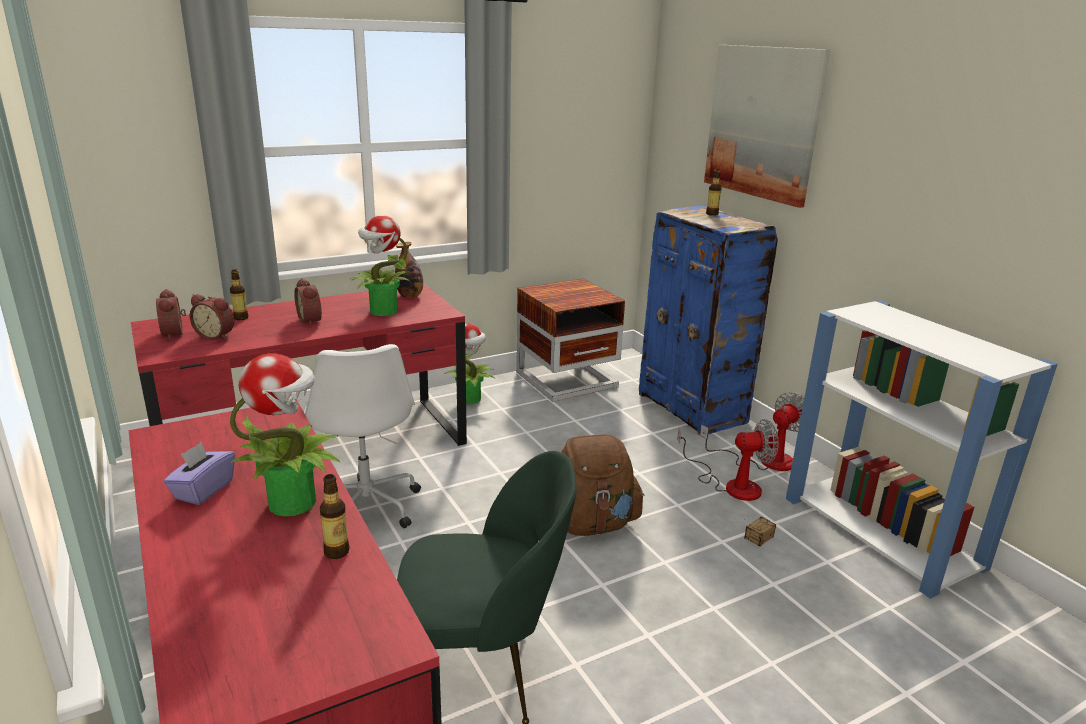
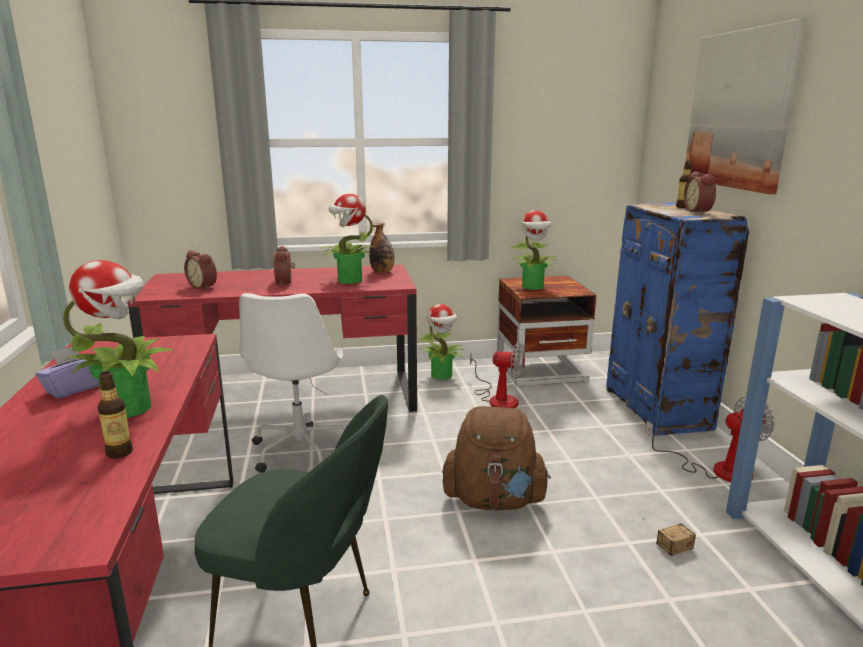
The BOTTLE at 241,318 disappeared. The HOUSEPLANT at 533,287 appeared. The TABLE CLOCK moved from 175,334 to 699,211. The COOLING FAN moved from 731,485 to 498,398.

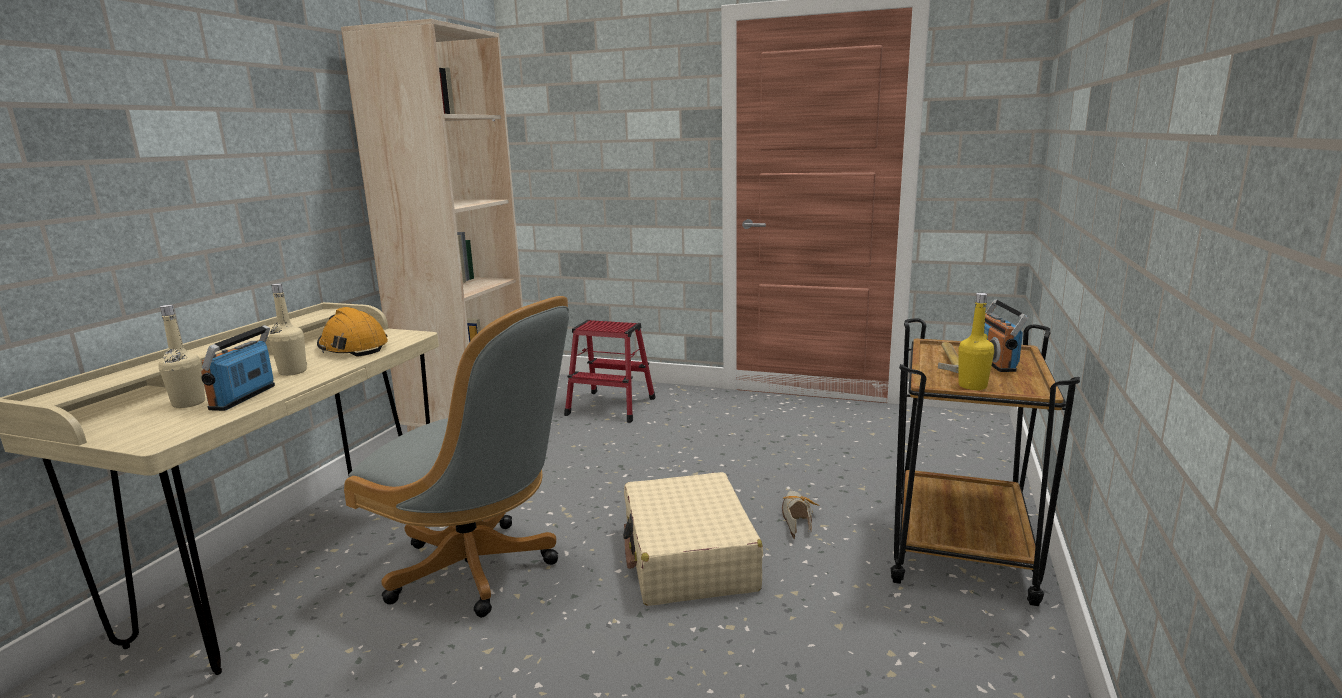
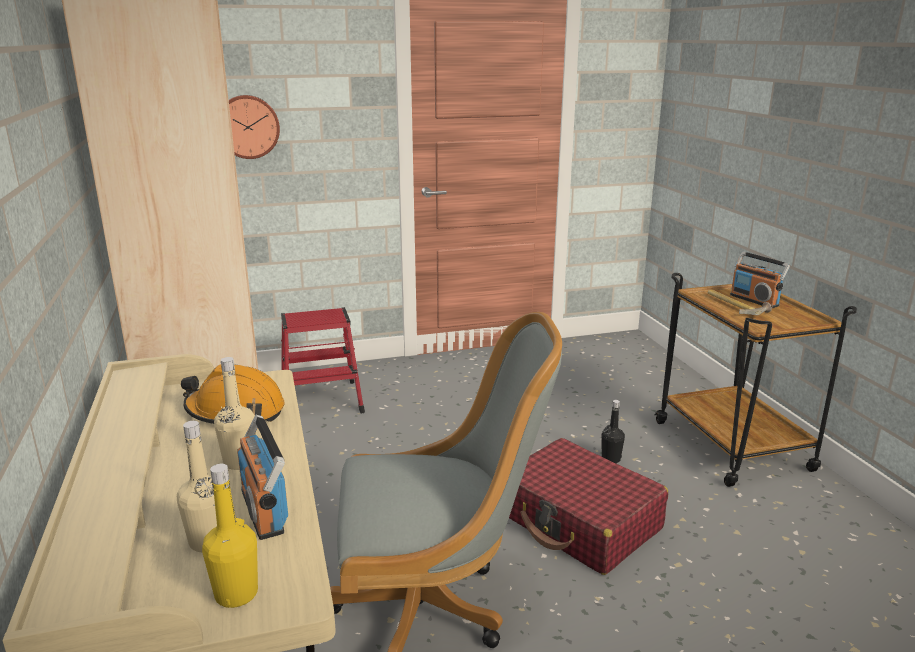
The HANGING CLOCK at 247,126 appeared. The YELLOW BOTTLE moved from 972,386 to 236,594. The SHOE at 797,518 was replaced by the BLACKISH BOTTLE at 611,459. The BEIGE SUITCASE at 688,557 became the RED SUITCASE at 579,521.

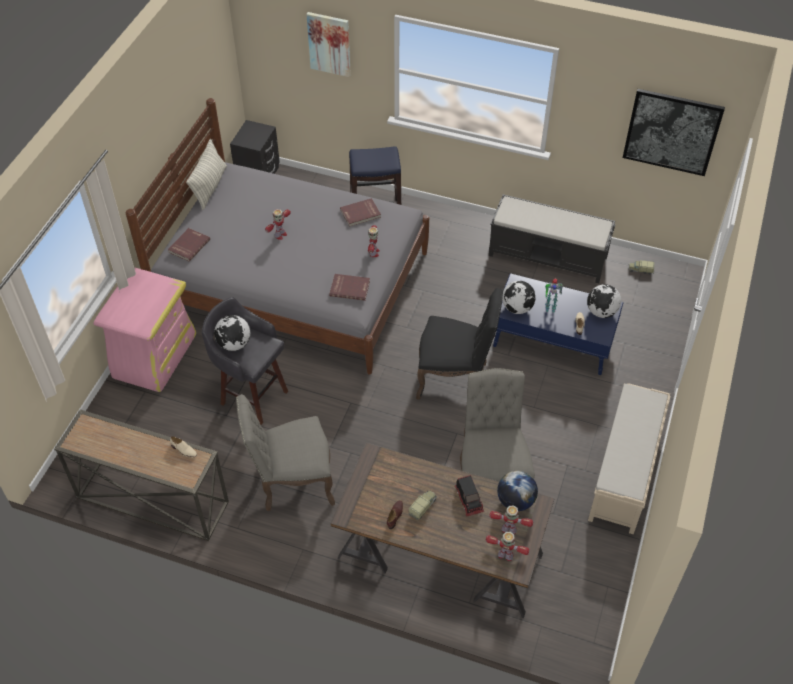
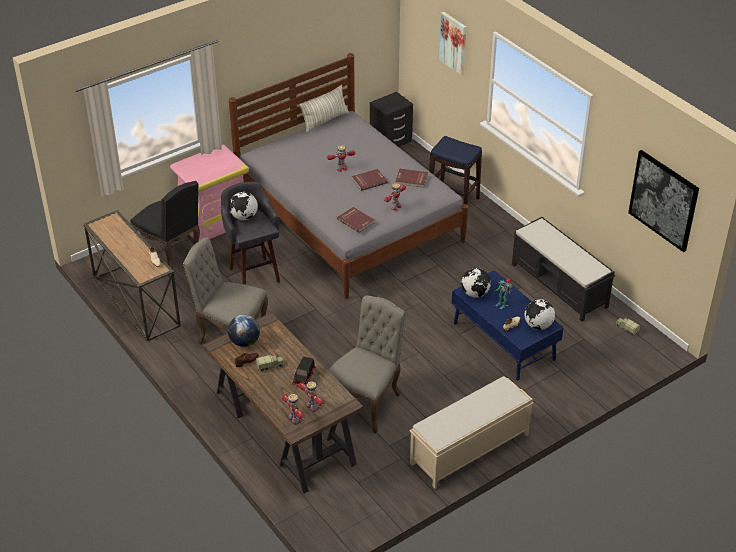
The RED BOOK moved from 188,245 to 369,180. The BLACKISH PLAIN CHAIR moved from 454,378 to 171,254. The GLOBE moved from 515,501 to 244,342.

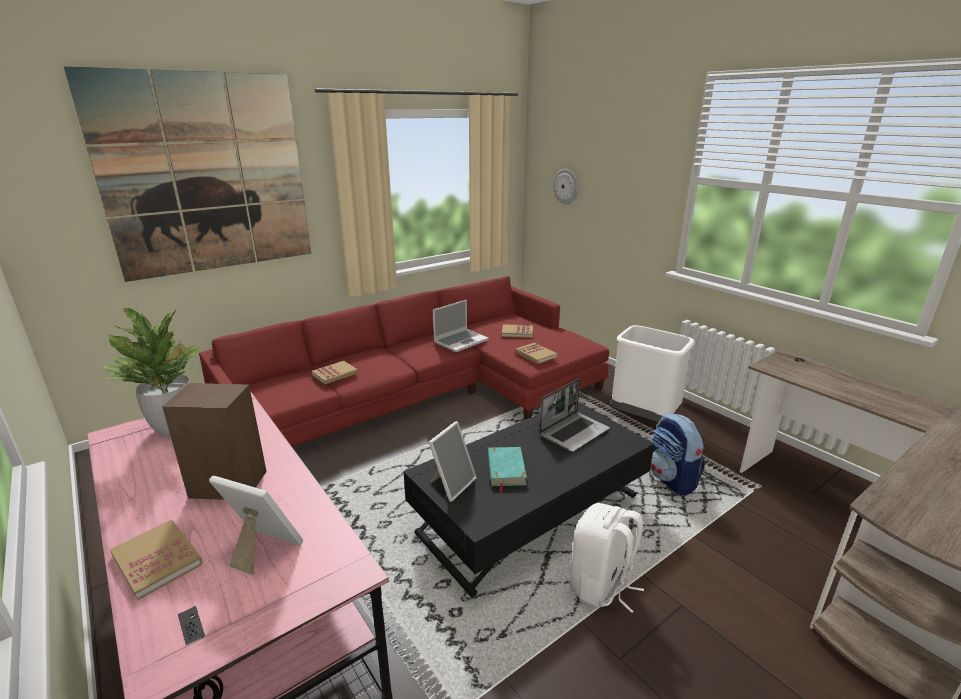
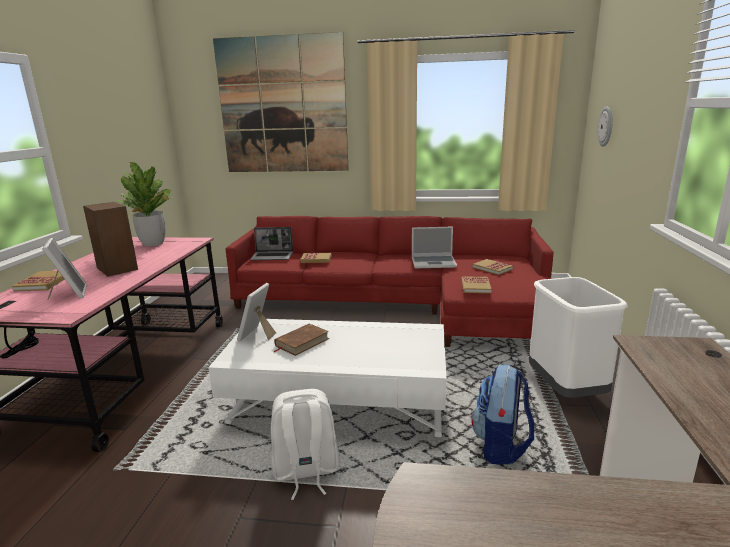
The LAPTOP moved from 574,432 to 273,256. The BLACKISH LOW TABLE at 531,514 became the WHITISH LOW TABLE at 339,404. The TURQUOISE BOOK at 505,469 became the BROWN-COLOURED BOOK at 302,342. The PHOTO FRAME at 451,484 turned 120 degrees clockwise.

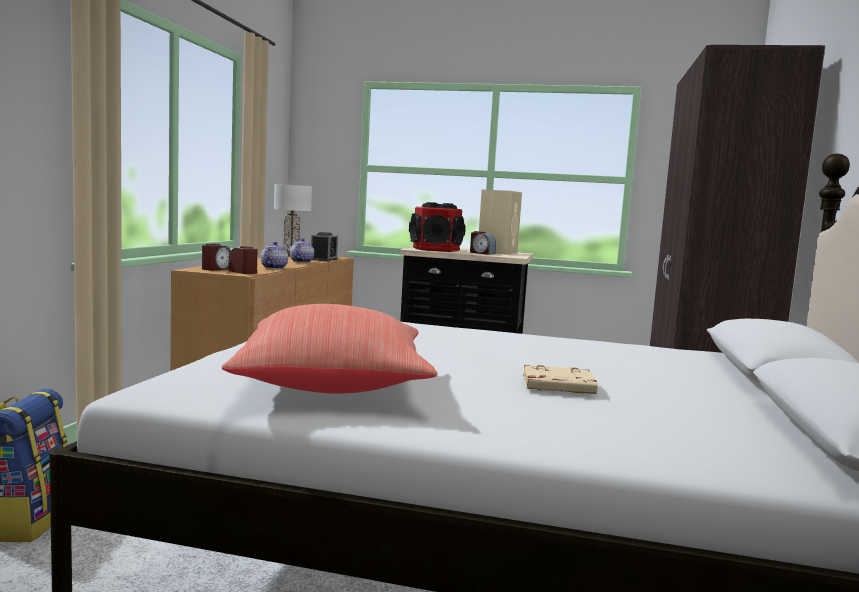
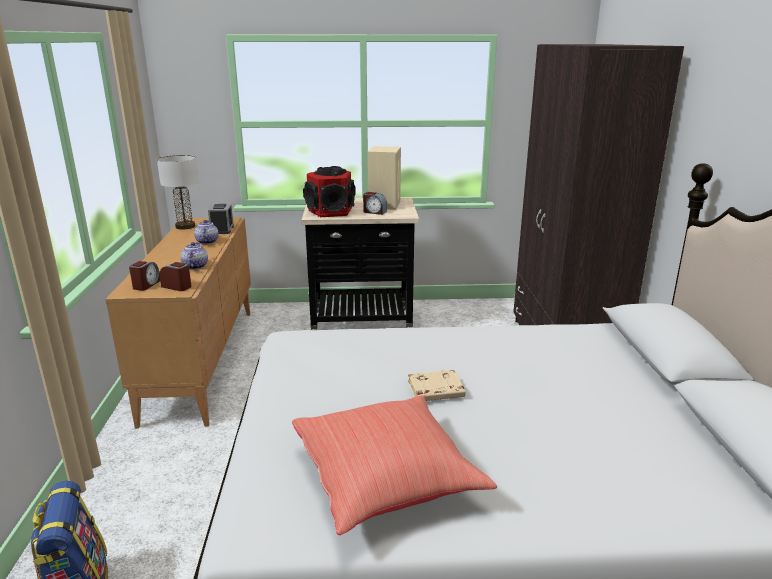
The BEIGE BOOK moved from 557,386 to 435,391.

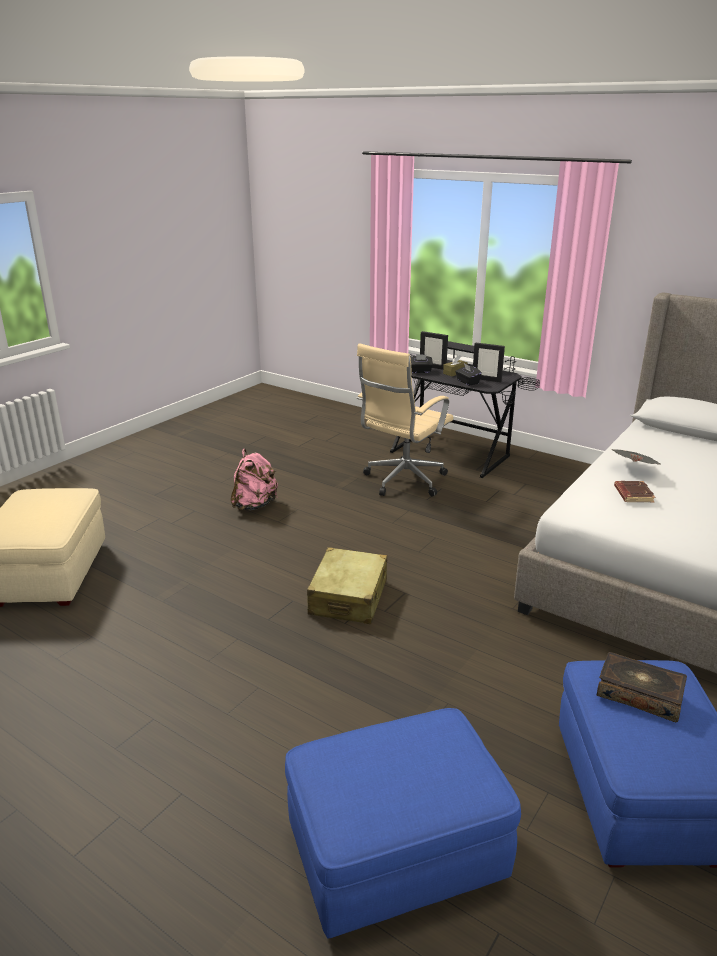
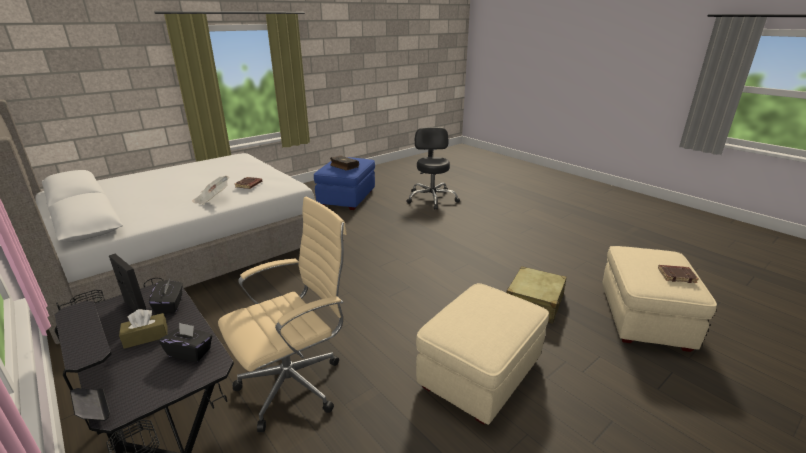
The PHOTO FRAME at 433,367 disappeared. The BROWN-COLOURED BOOK at 676,275 appeared. The BEIGE SUITCASE moved from 349,597 to 534,303. The PINK BACKPACK at 254,505 was replaced by the BEIGE OTTOMAN at 479,373. The BLUISH OTTOMAN at 394,855 was replaced by the BLACKISH COMPUTER CHAIR at 431,198.

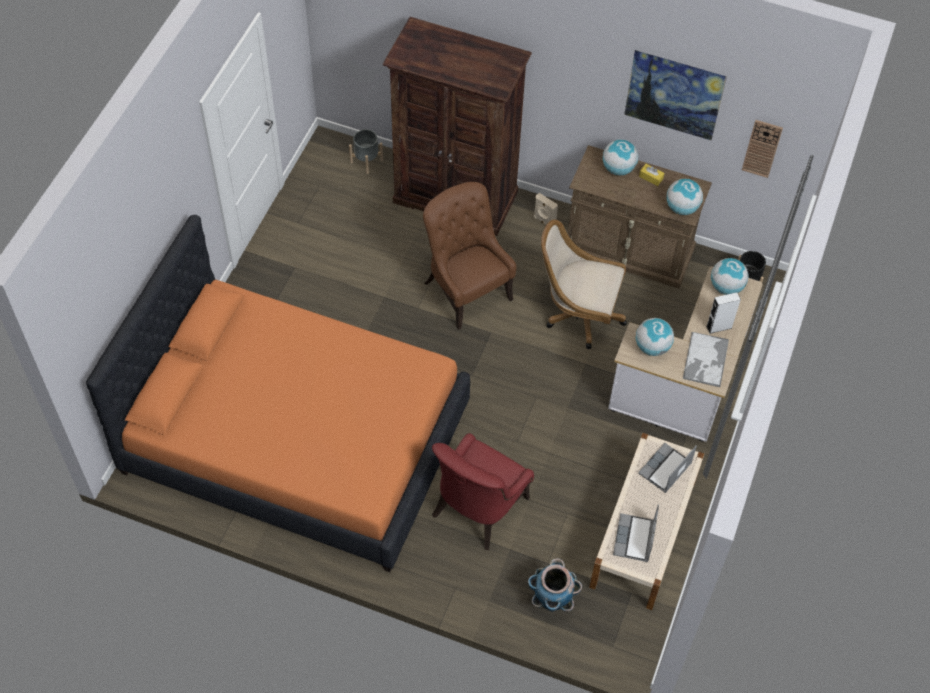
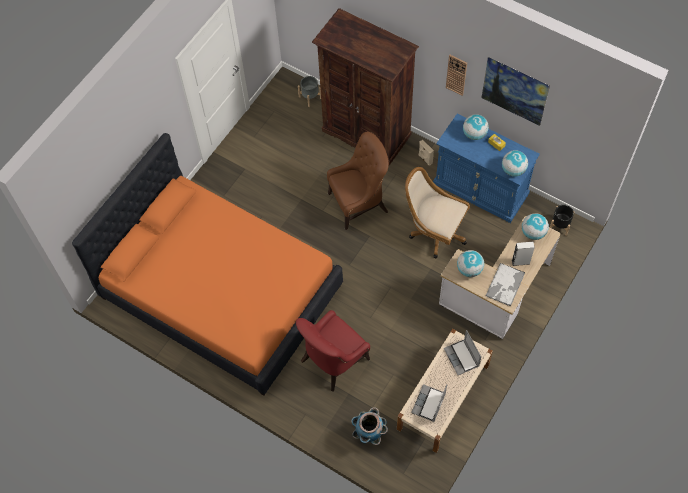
The HANGING CLOCK moved from 762,148 to 456,75. The BROWN-COLOURED CHEST OF DRAWERS at 628,248 became the BLUISH CHEST OF DRAWERS at 480,188. The BROWN-COLOURED PLAIN CHAIR at 466,290 turned 90 degrees clockwise. The LAPTOP at 665,469 turned 75 degrees counterclockwise.

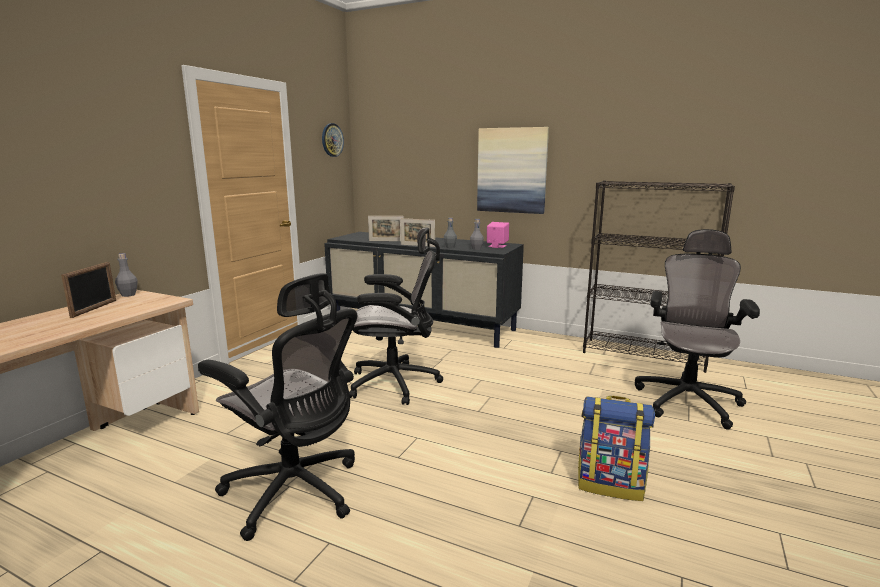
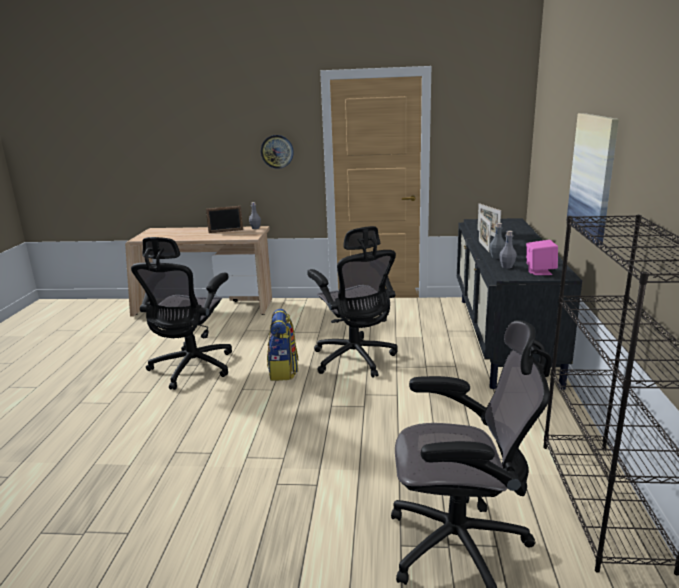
The HANGING CLOCK moved from 332,140 to 277,151. The BACKPACK moved from 610,484 to 283,371.

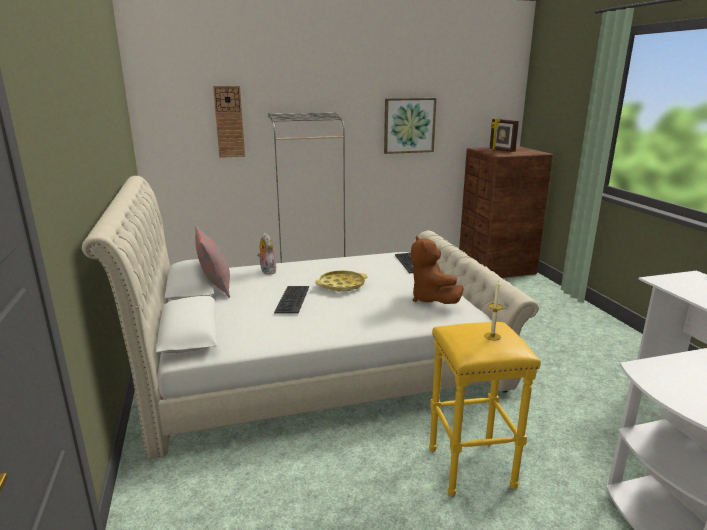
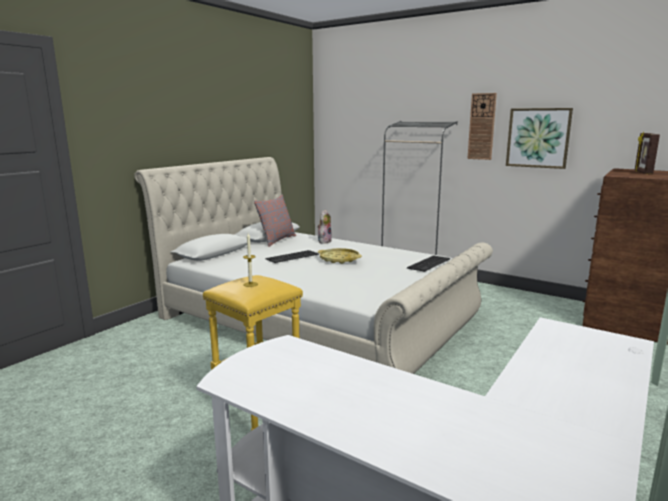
The BROWN-COLOURED PLUSH TOY at 432,299 disappeared. The HANGING CLOCK moved from 229,122 to 481,126.

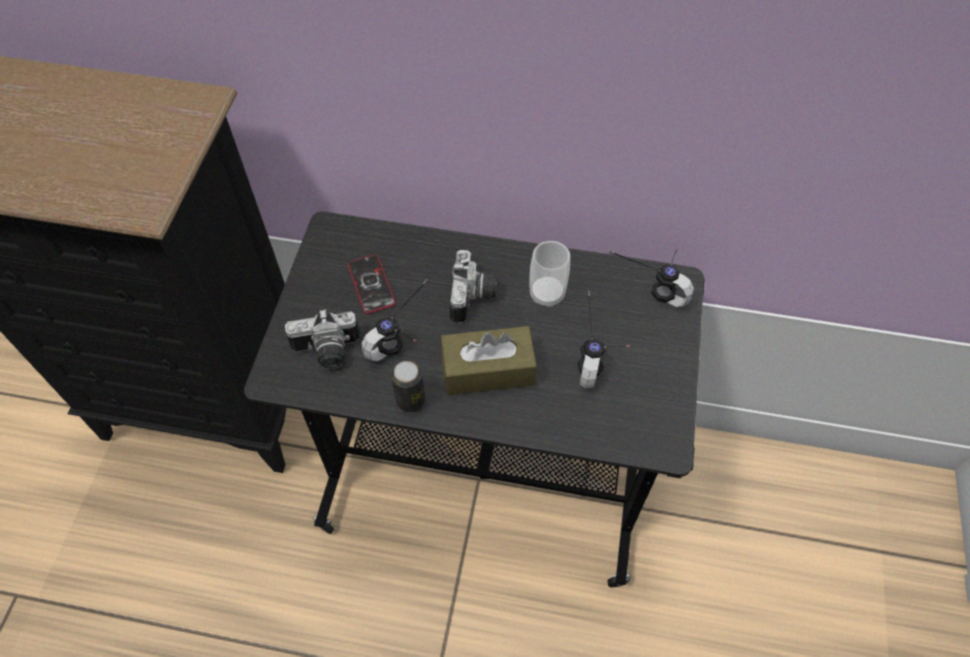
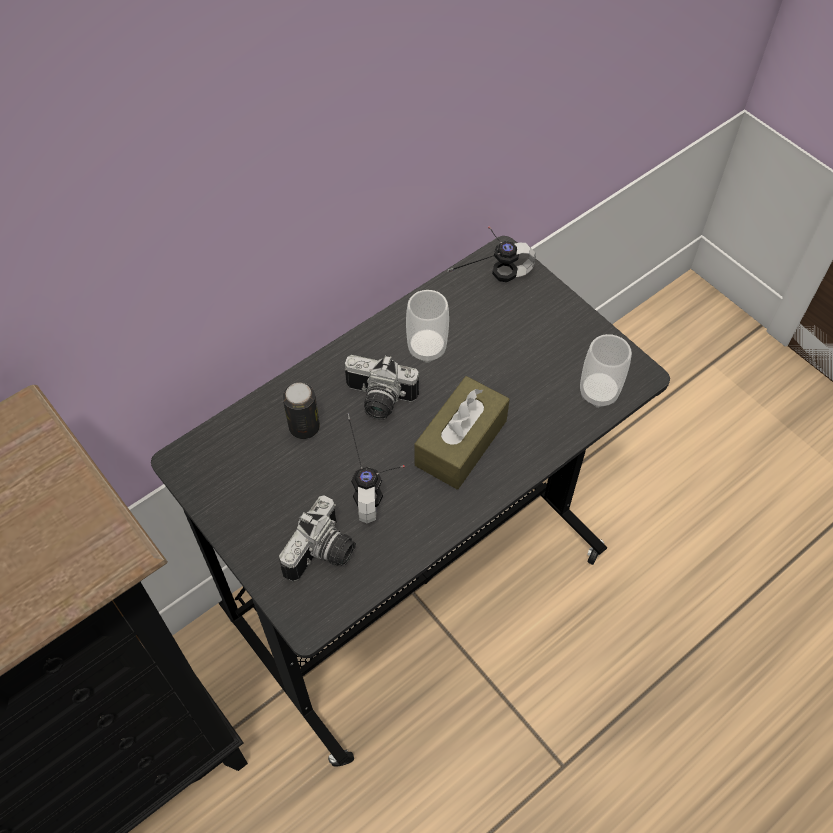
The HANDSET at 371,284 disappeared. The HEADSET at 600,356 disappeared. The SMALL CUP at 598,392 appeared. The CAN moved from 410,400 to 304,427. The PHOTO CAMERA at 474,297 turned 150 degrees clockwise.

